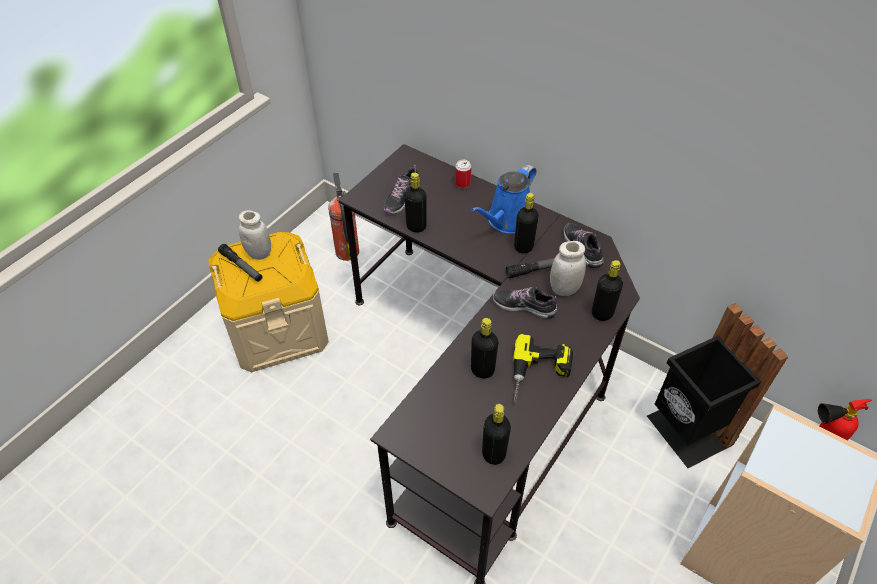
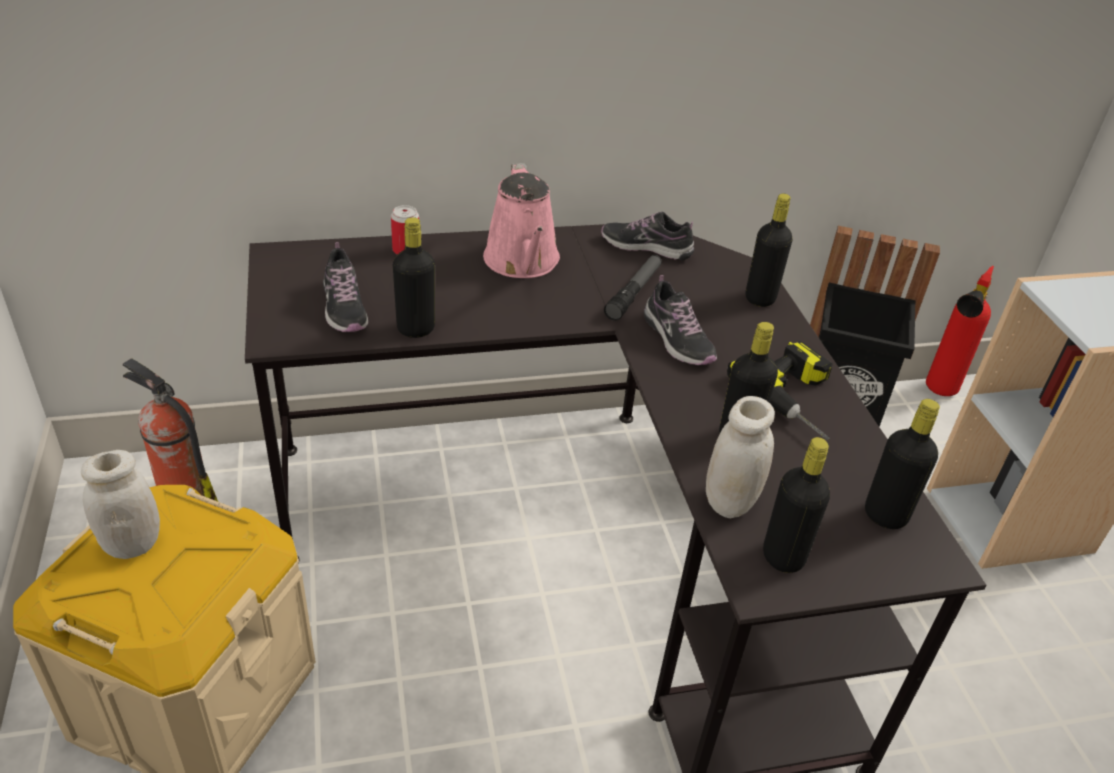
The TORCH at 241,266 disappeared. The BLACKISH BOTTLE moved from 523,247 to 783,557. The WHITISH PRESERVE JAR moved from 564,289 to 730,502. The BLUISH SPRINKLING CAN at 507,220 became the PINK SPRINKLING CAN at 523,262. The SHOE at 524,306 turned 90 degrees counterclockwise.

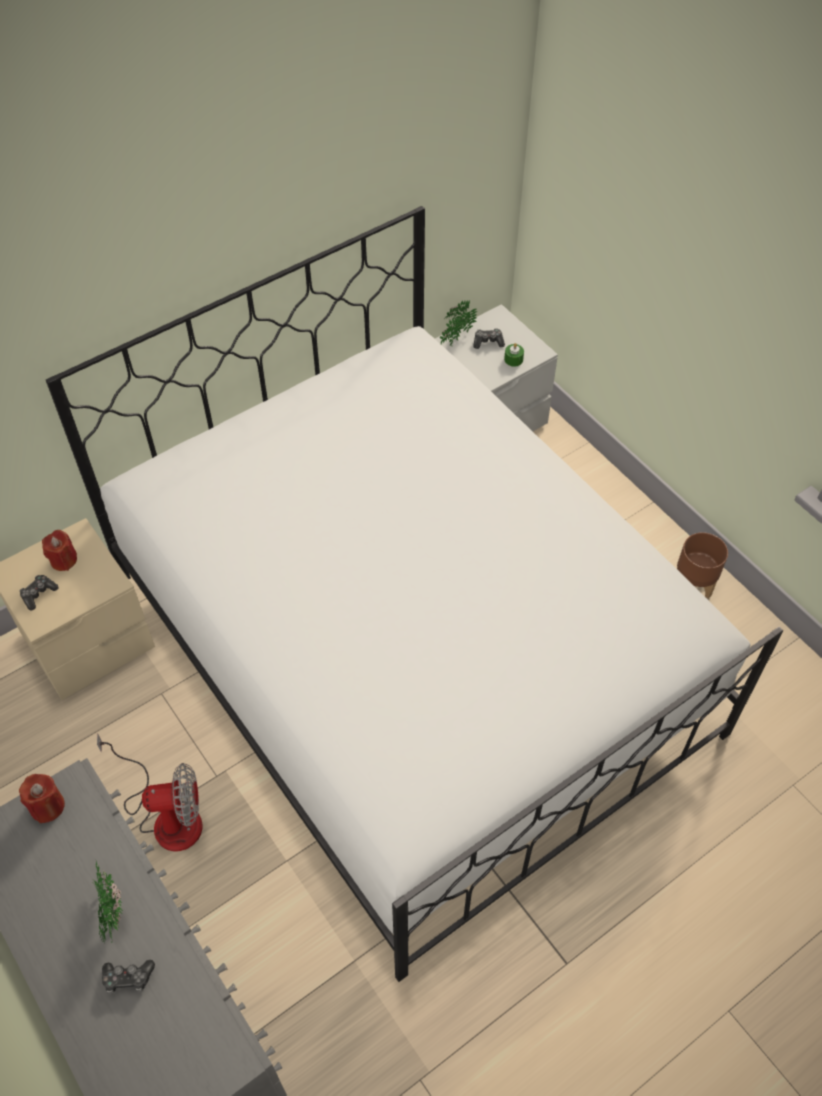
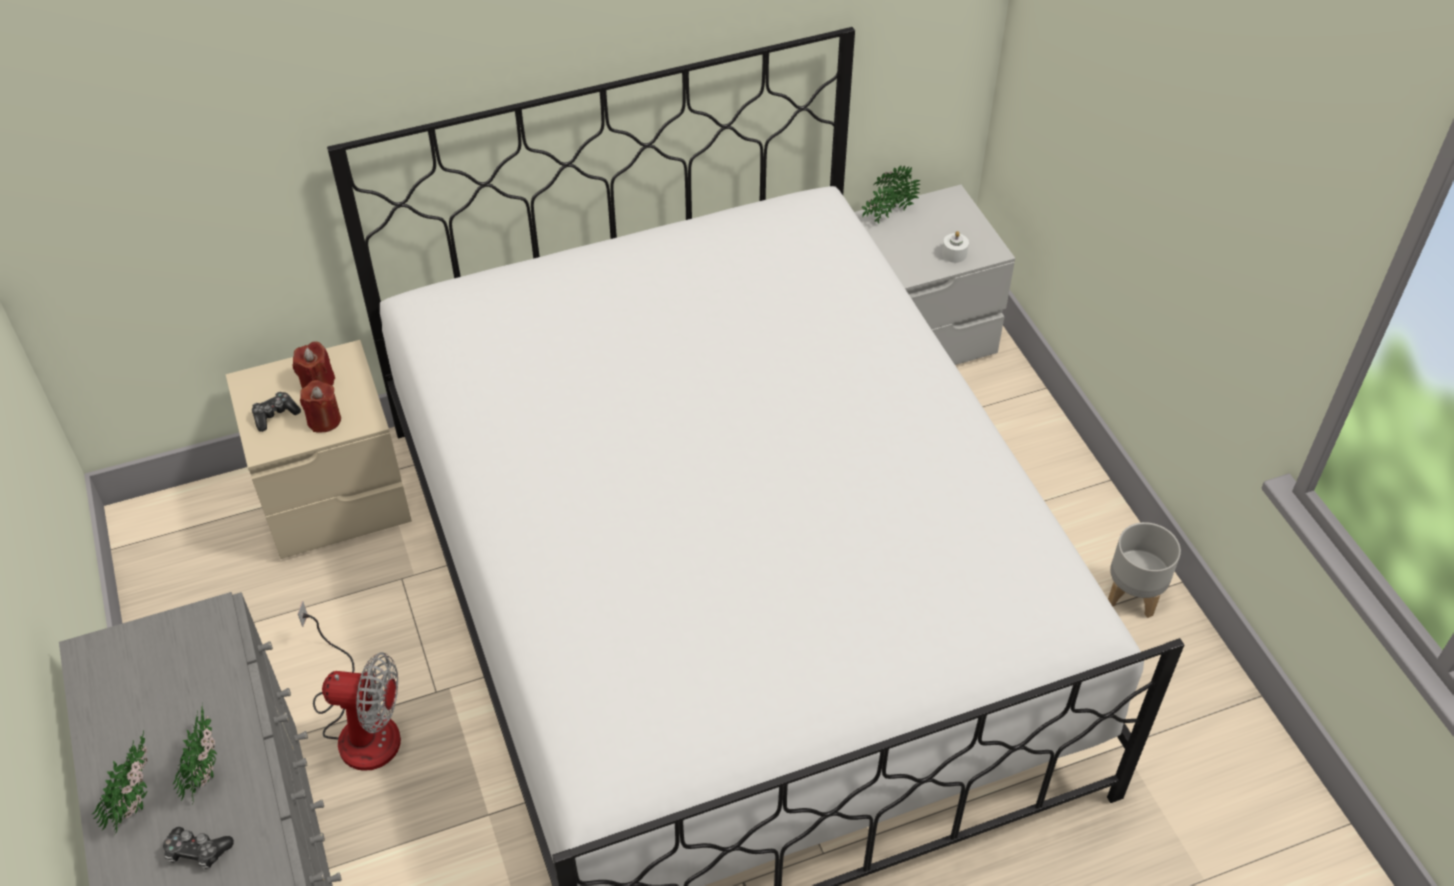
The GAMEPAD at 488,342 disappeared. The HOUSEPLANT at 140,798 appeared. The RED WAX CANDLE moved from 47,806 to 324,420. The GREEN-COLOURED WAX CANDLE at 513,359 became the WHITISH WAX CANDLE at 954,254. The BROWN-COLOURED FLOWER POT at 693,584 became the GREY FLOWER POT at 1133,595.

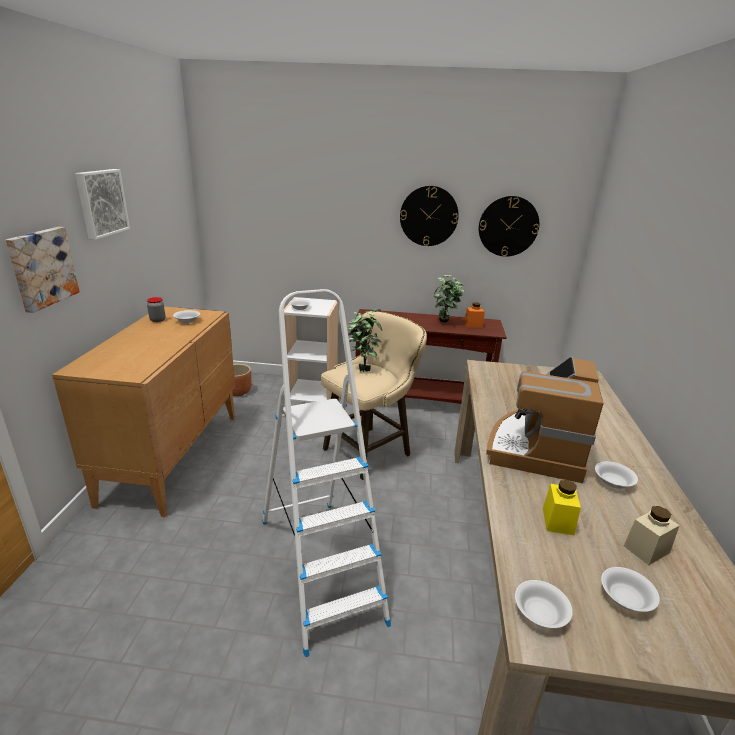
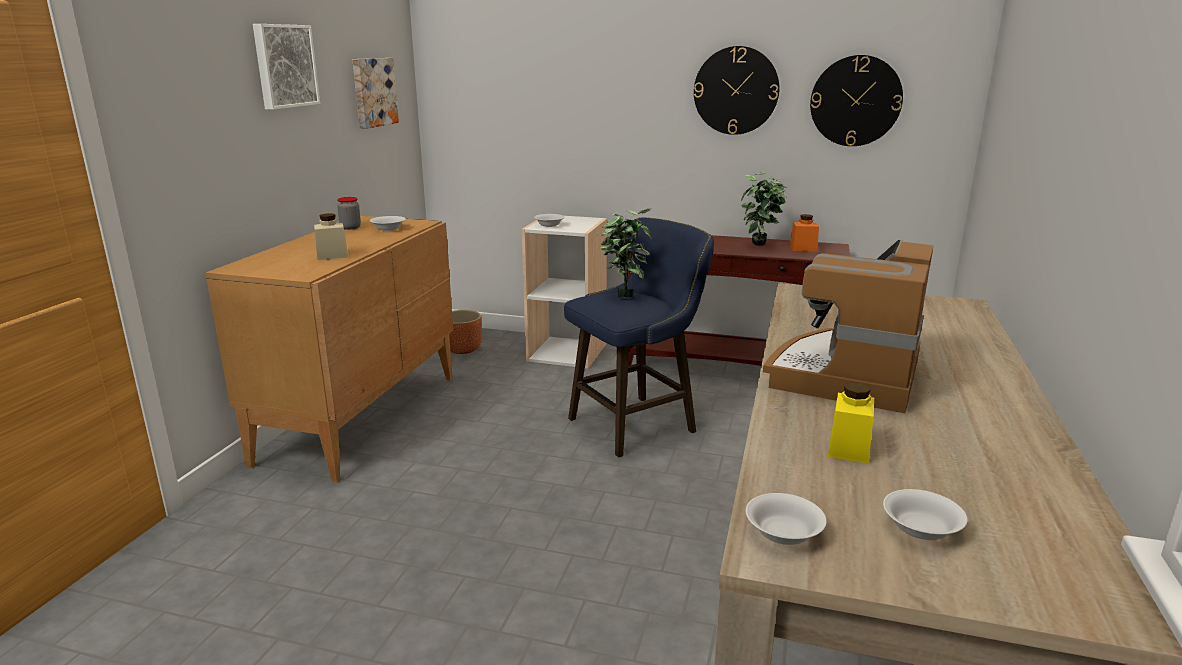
The WHITISH STEPLADDER at 320,568 disappeared. The WHITISH SERVING BOWL at 613,482 disappeared. The PICTURE moved from 41,268 to 373,92. The BEIGE PRESERVE JAR moved from 646,549 to 332,255. The BEIGE SITTING STOOL at 370,450 became the BLUISH SITTING STOOL at 637,423.

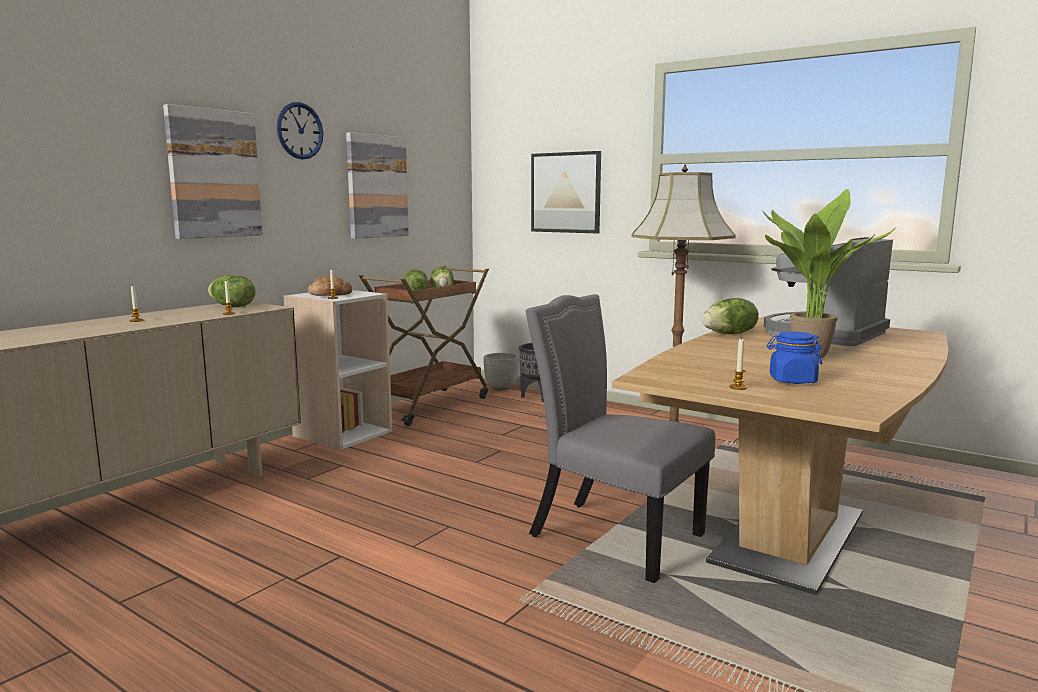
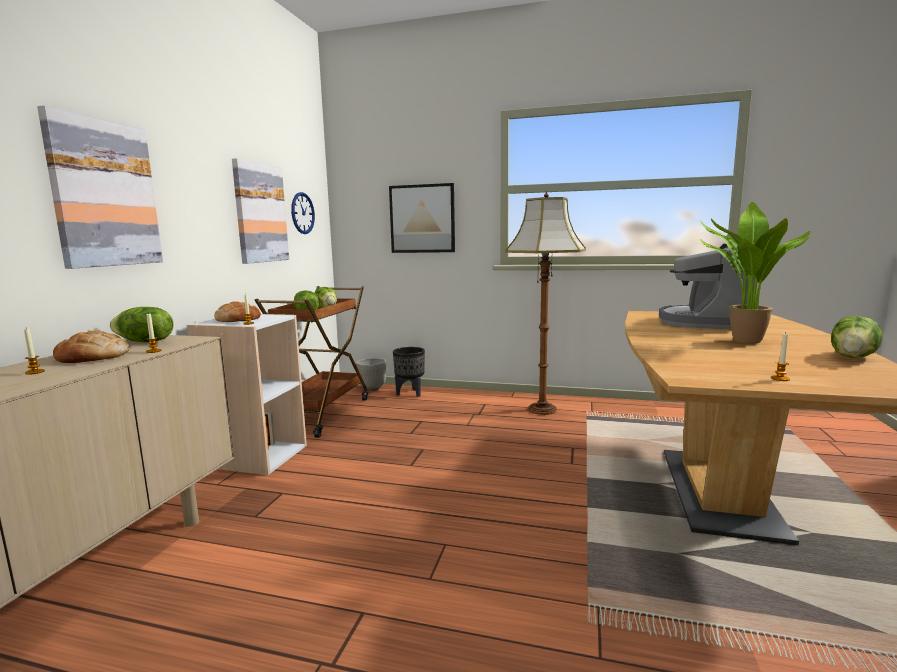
The GREY PLAIN CHAIR at 617,538 disappeared. The BLUISH PRESERVE JAR at 792,380 disappeared. The BREAD at 93,357 appeared. The HANGING CLOCK moved from 299,131 to 302,213. The LETTUCE moved from 730,334 to 854,357.

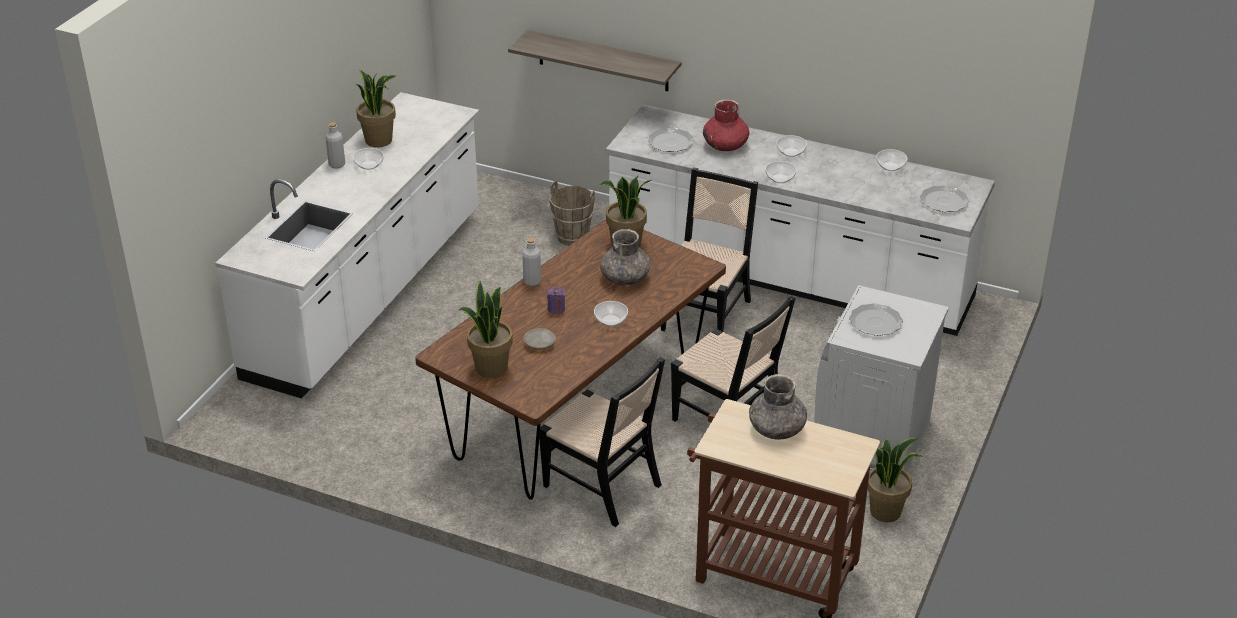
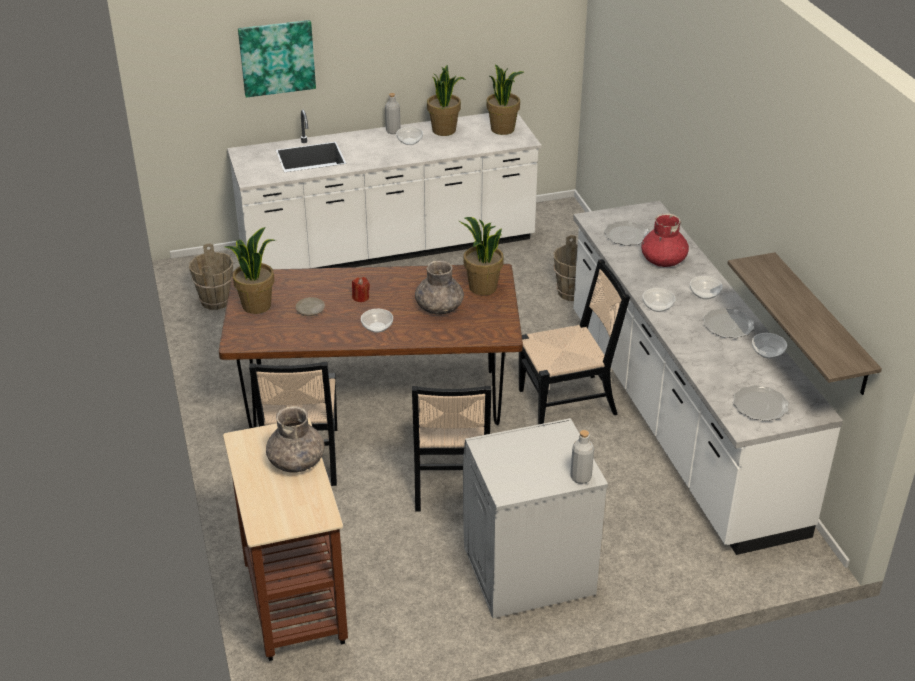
The BROWN-COLOURED WATER BUCKET at 216,301 appeared. The PICTURE at 277,57 appeared. The BRACKET SHELF moved from 603,61 to 821,324. The GREY BOTTLE moved from 532,281 to 580,477. The FLAT DISH moved from 875,322 to 727,325. The HOUSEPLANT moved from 885,511 to 503,129. The PURPLE WAX CANDLE at 556,309 became the RED WAX CANDLE at 361,297.

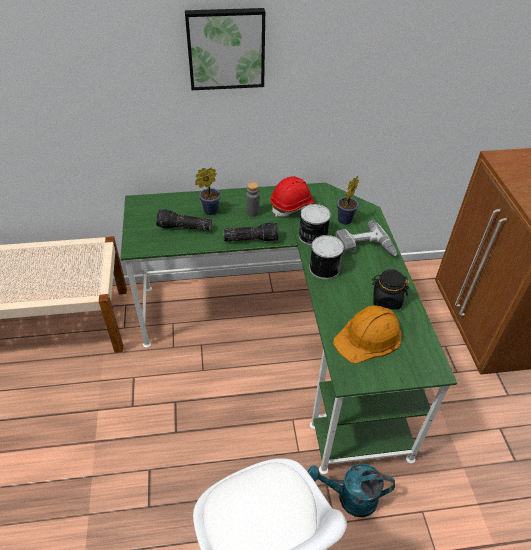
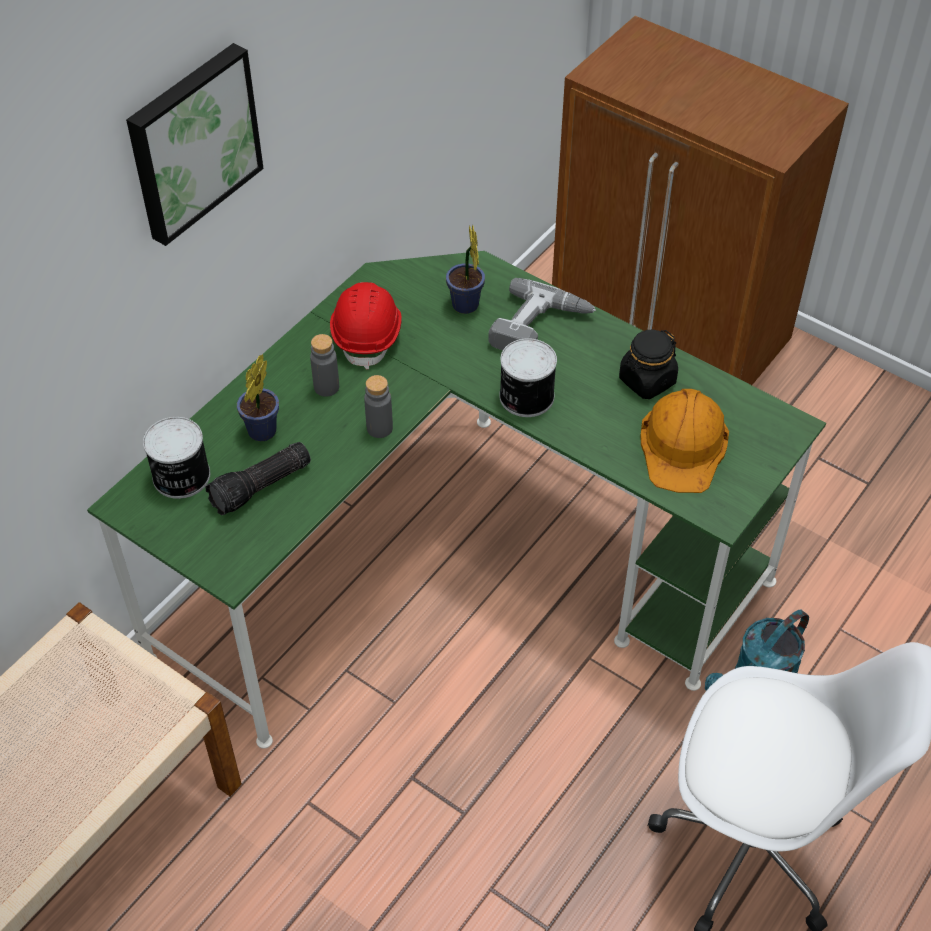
The CAN moved from 312,236 to 181,477. The TORCH at 251,238 was replaced by the GREY BOTTLE at 379,428.

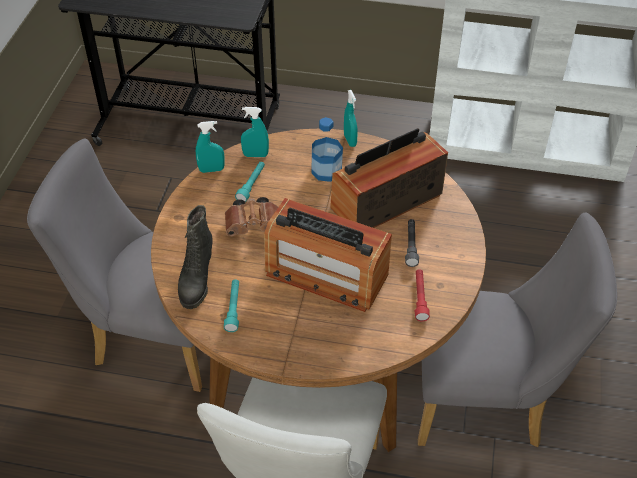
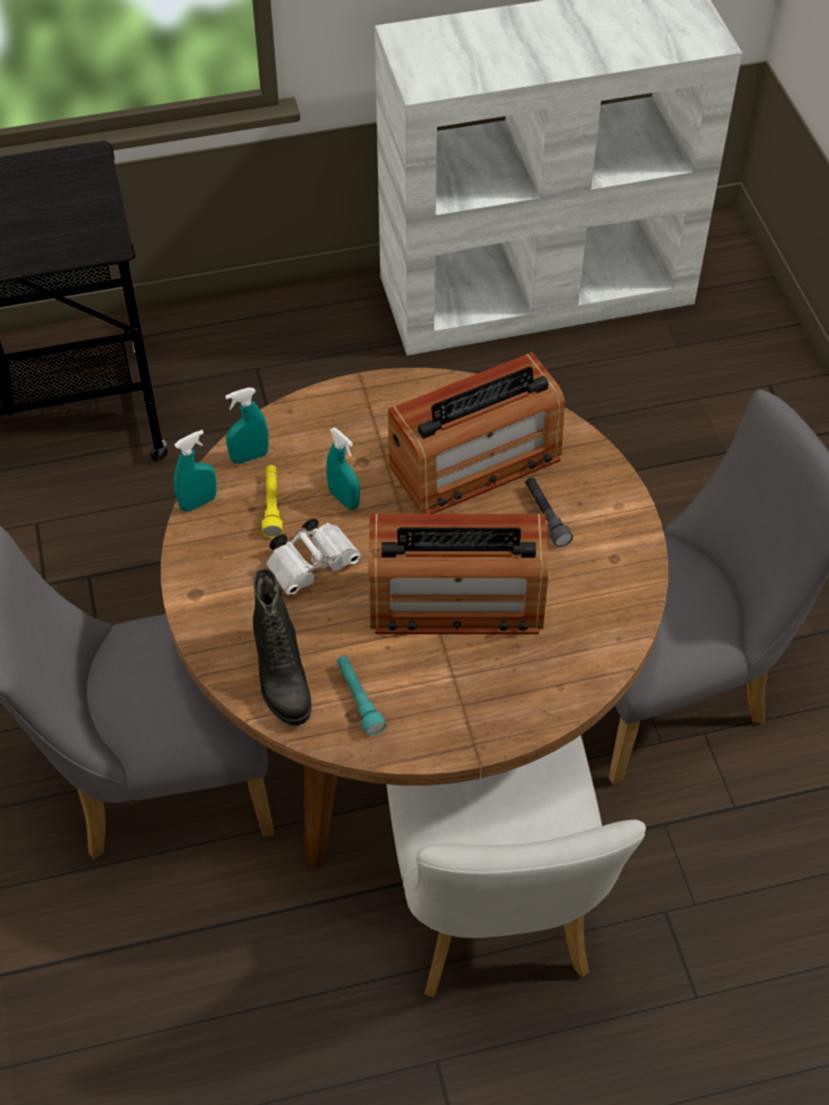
The BOTTLE at 326,171 disappeared. The RED TORCH at 420,298 disappeared. The TURQUOISE SPRAY BOTTLE moved from 350,140 to 344,499. The BROWN-COLOURED BINOCULARS at 255,225 became the WHITISH BINOCULARS at 313,564. The TURQUOISE TORCH at 251,185 became the YELLOW TORCH at 272,505. The RADIO at 386,201 turned 150 degrees counterclockwise.

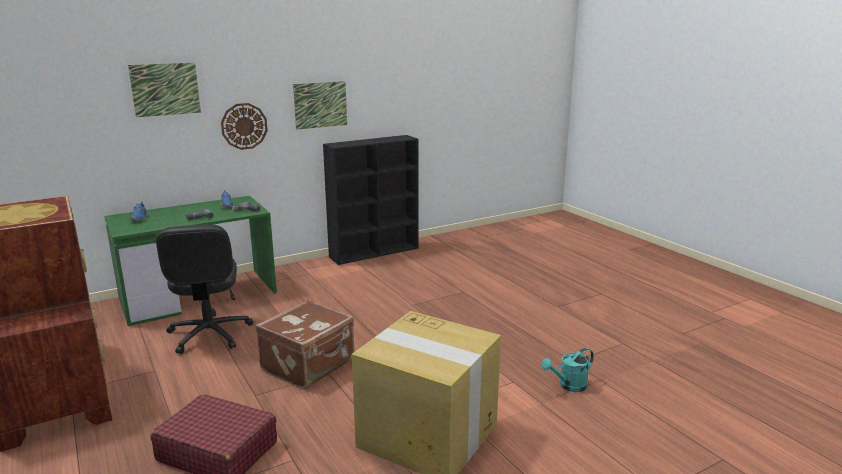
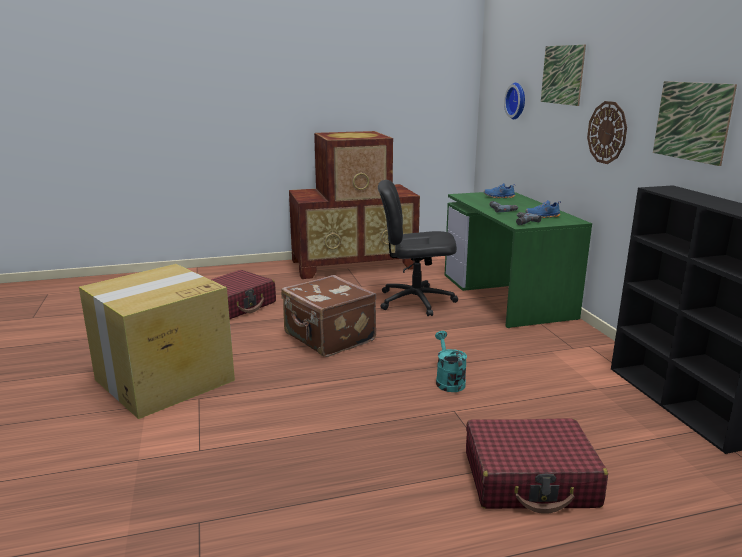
The RED SUITCASE at 530,479 appeared. The HANGING CLOCK at 517,101 appeared. The TURQUOISE SPRINKLING CAN moved from 569,386 to 448,381.

